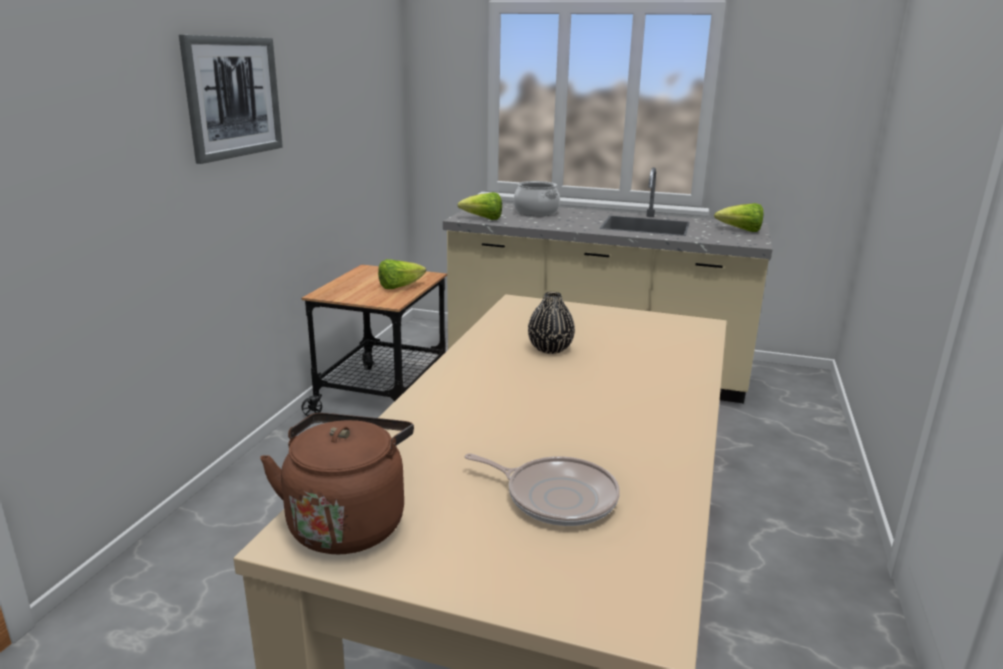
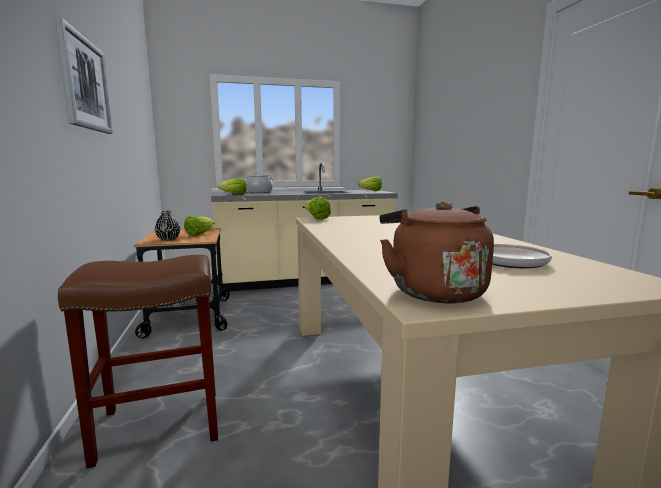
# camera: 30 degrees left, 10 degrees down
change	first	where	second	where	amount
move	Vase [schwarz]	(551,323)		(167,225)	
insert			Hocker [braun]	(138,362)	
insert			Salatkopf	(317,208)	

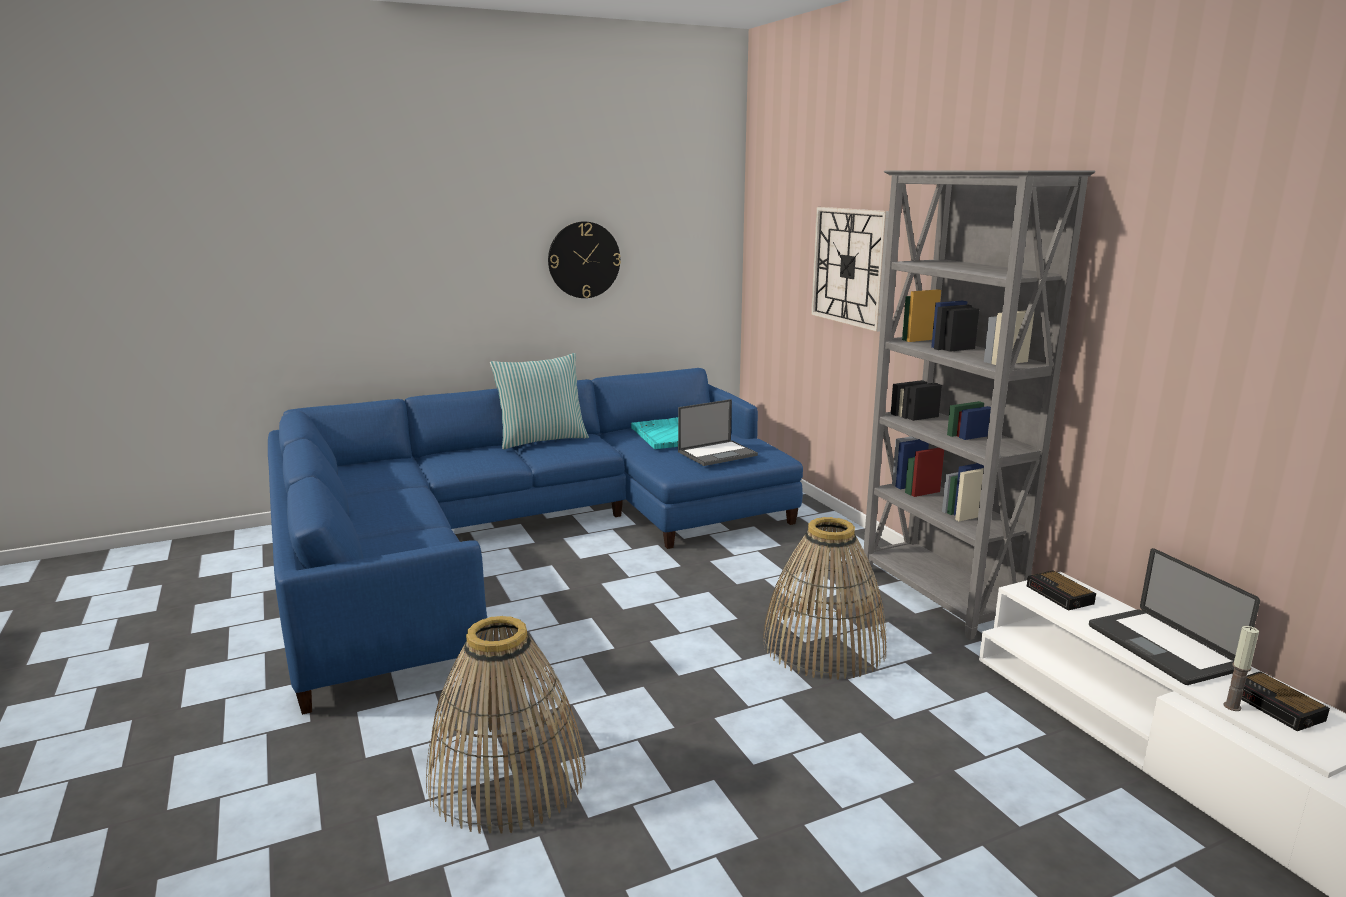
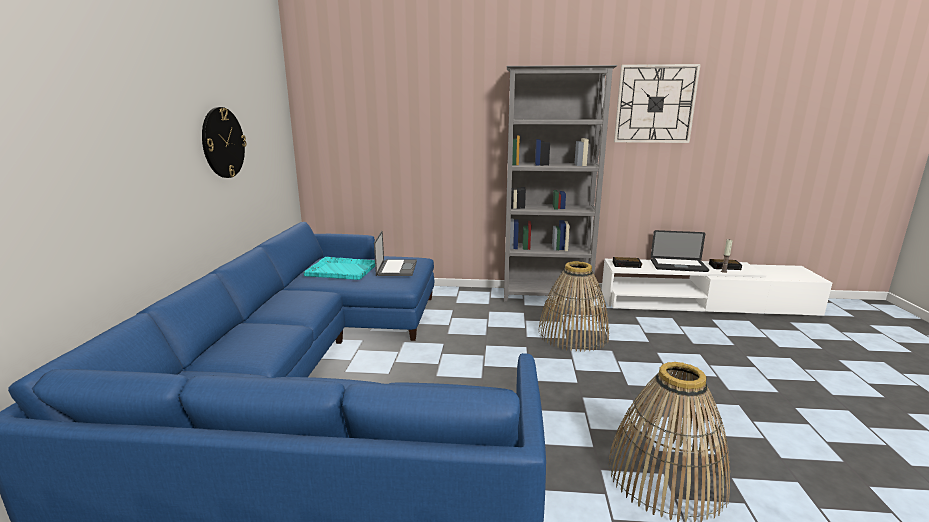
# camera: 60 degrees left, 0 degrees up
change	first	where	second	where	amount
delete	Kissen	(539,401)			
move	Wanduhr	(850,269)		(657,103)	

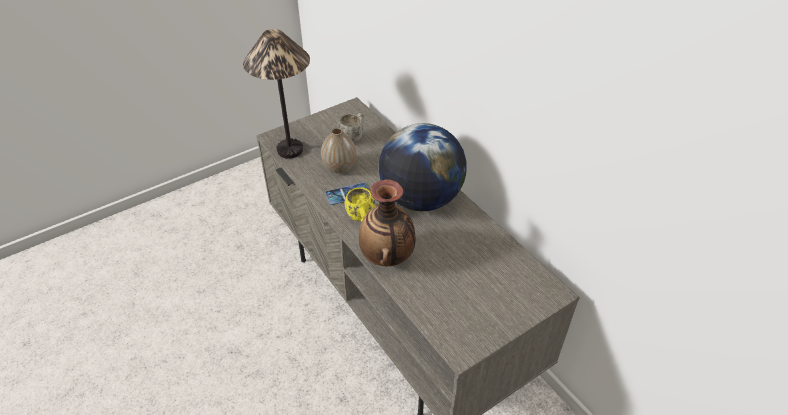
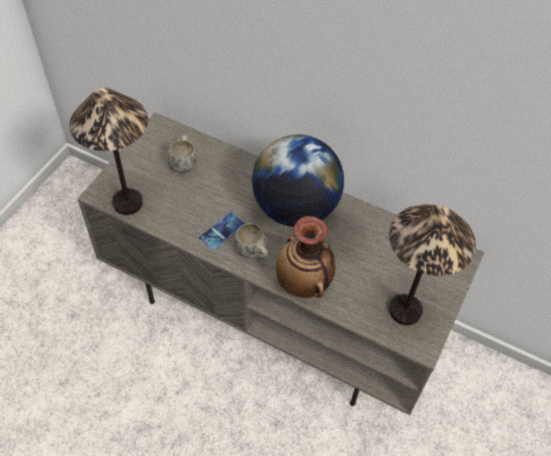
# camera: 30 degrees left, 10 degrees up
change	first	where	second	where	amount
delete	Vase	(339,150)			
recolor	Henkelbecher [gelb]	(360,204)	Henkelbecher [weiß]	(251,241)	
insert			Tischlampe	(432,265)	

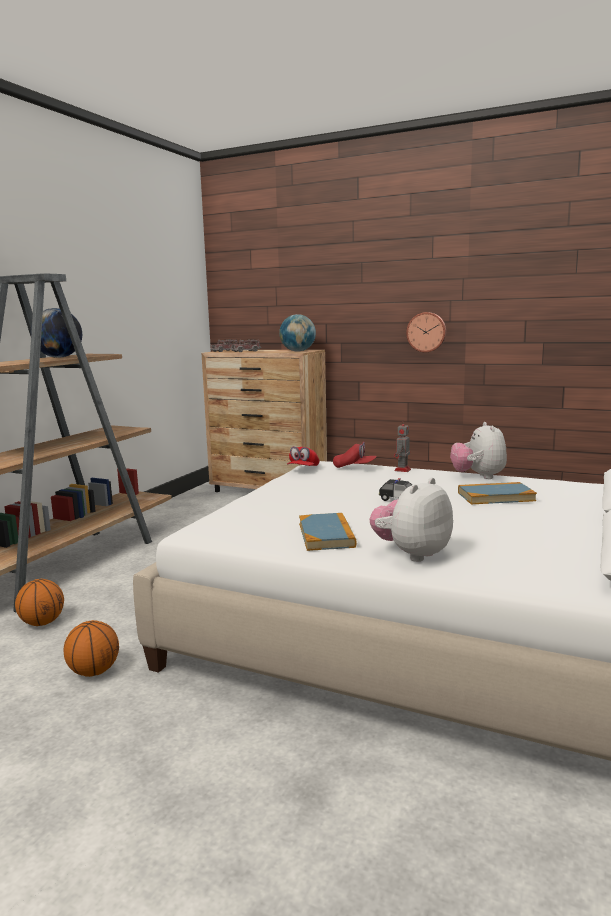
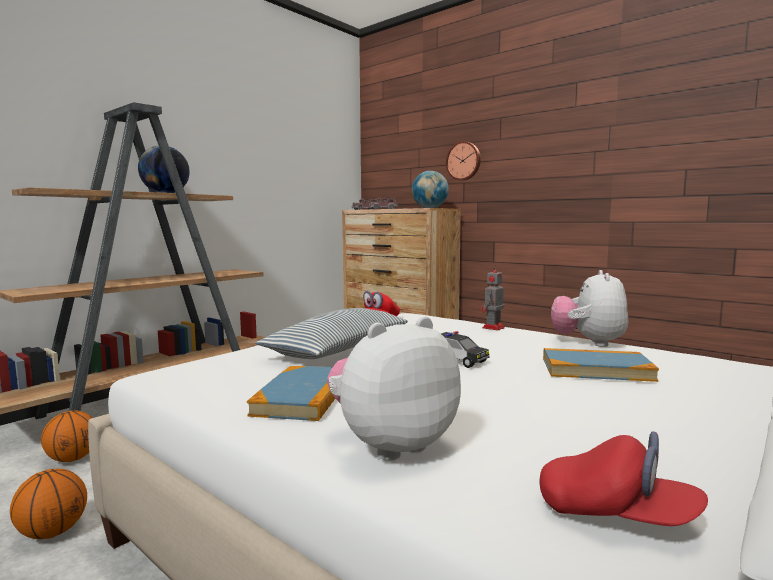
# camera: 15 degrees right, 5 degrees down
change	first	where	second	where	amount
move	Kappe [rot]	(355,455)		(624,478)	
move	Wanduhr	(426,332)		(463,161)	
insert			Kissen	(331,333)	

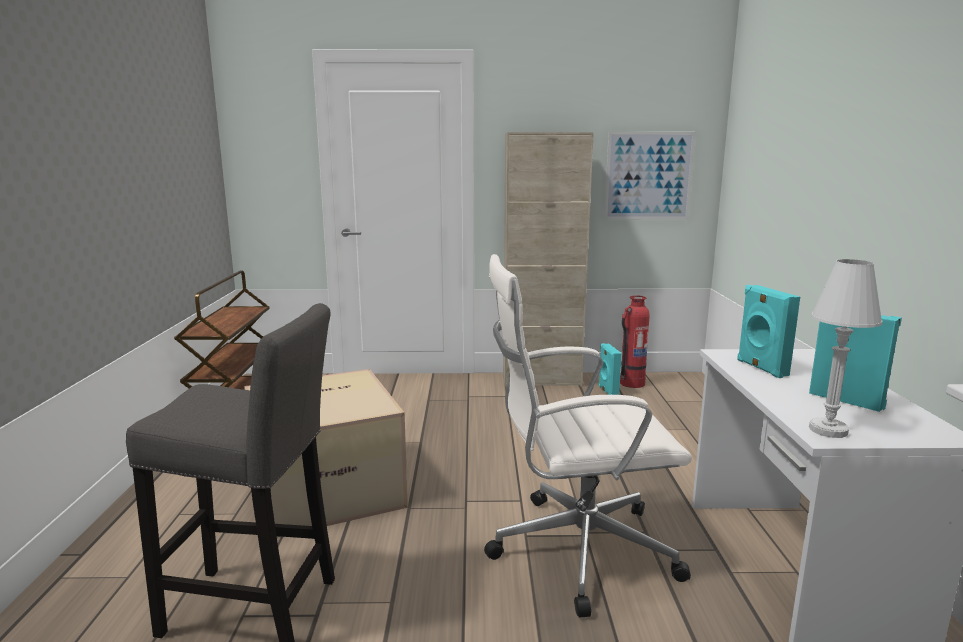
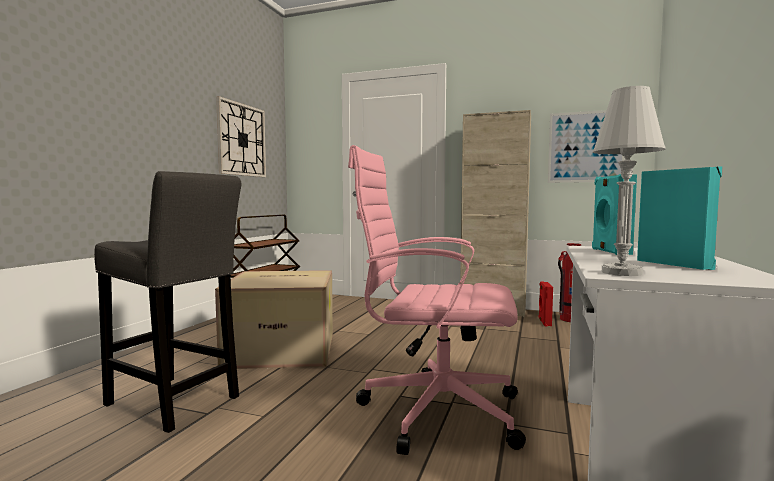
# camera: 20 degrees right, 10 degrees down
change	first	where	second	where	amount
recolor	Bürostuhl [weiß]	(588,436)	Bürostuhl [rosa]	(437,300)	
recolor	Lautsprecher [türkis]	(610,369)	Lautsprecher [rot]	(545,303)	
insert			Wanduhr	(241,136)	

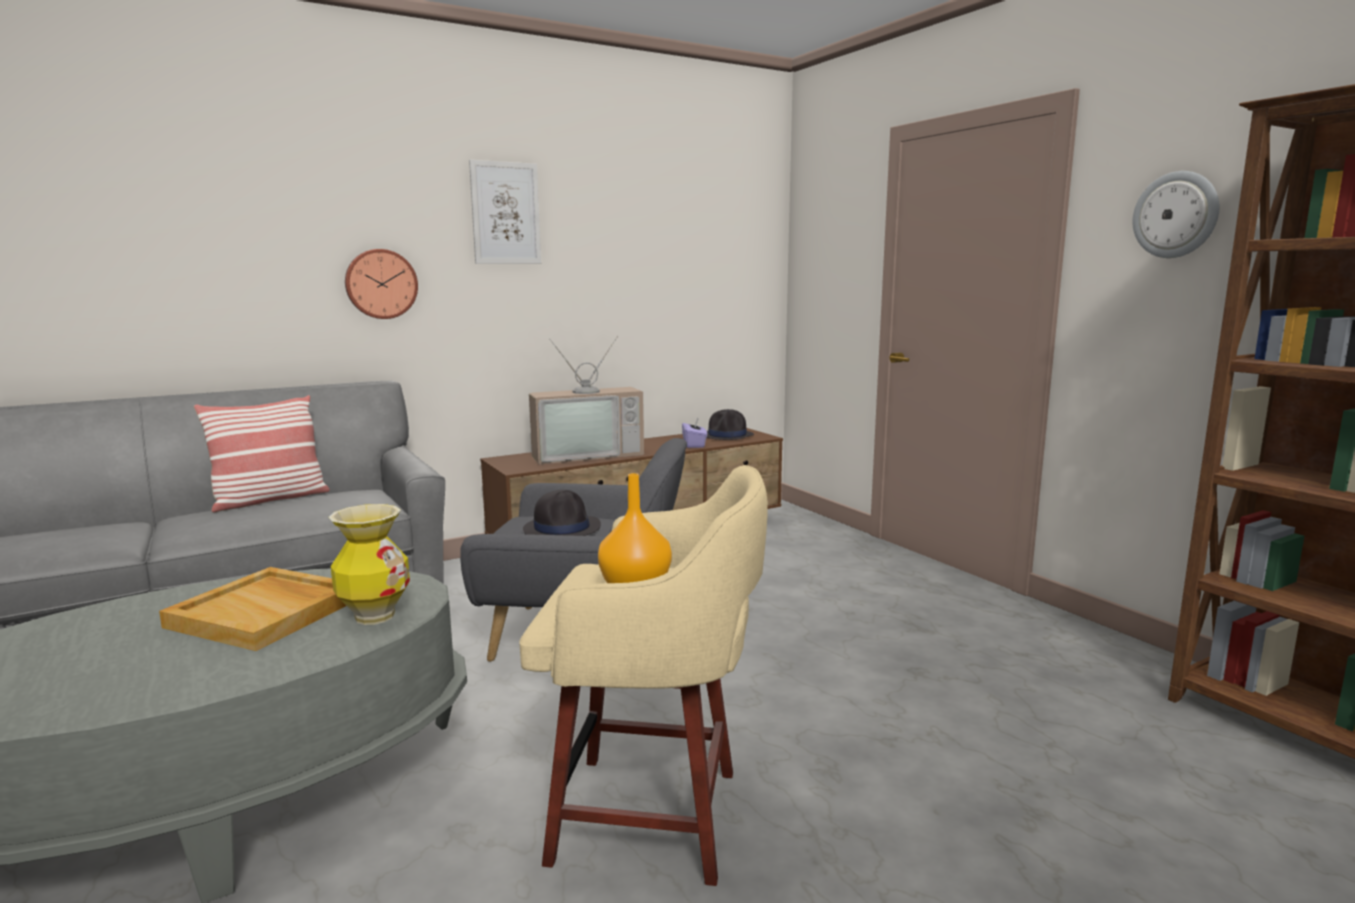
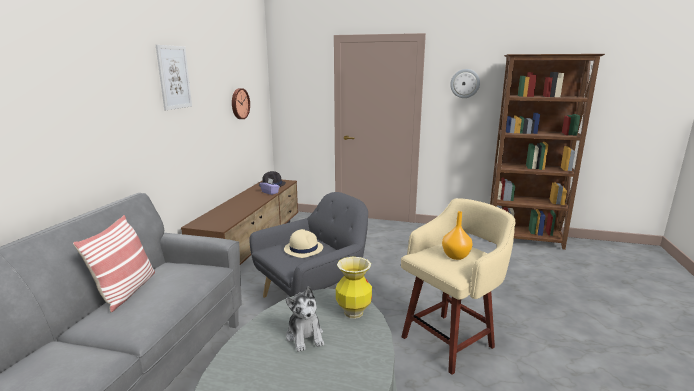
# camera: 45 degrees left, 5 degrees up
change	first	where	second	where	amount
replace	Tablett [beige]	(252,609)	Plüschtier	(305,319)	
move	Wanduhr	(381,284)		(241,103)	
recolor	Hut [schwarz]	(562,513)	Hut [beige]	(303,243)	
delete	Fernseher	(586,400)			

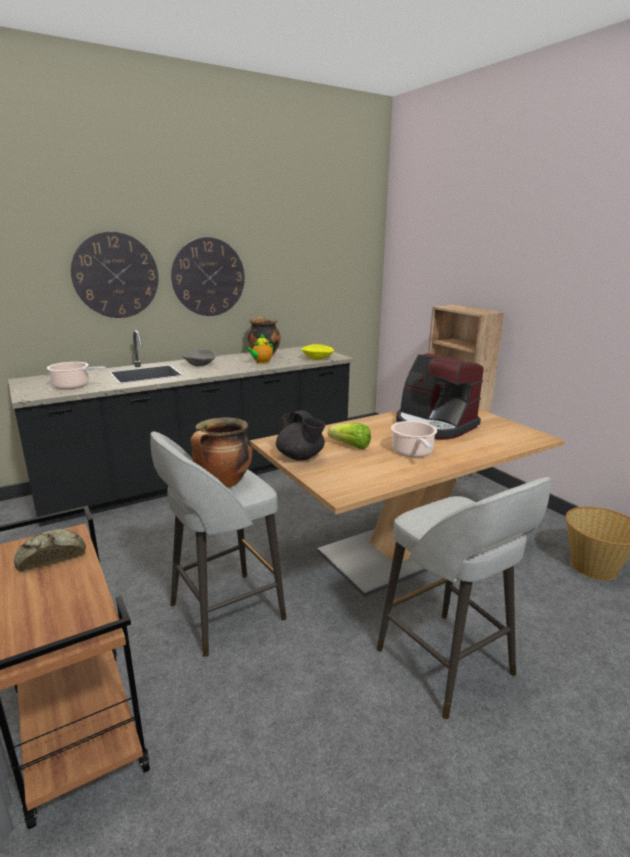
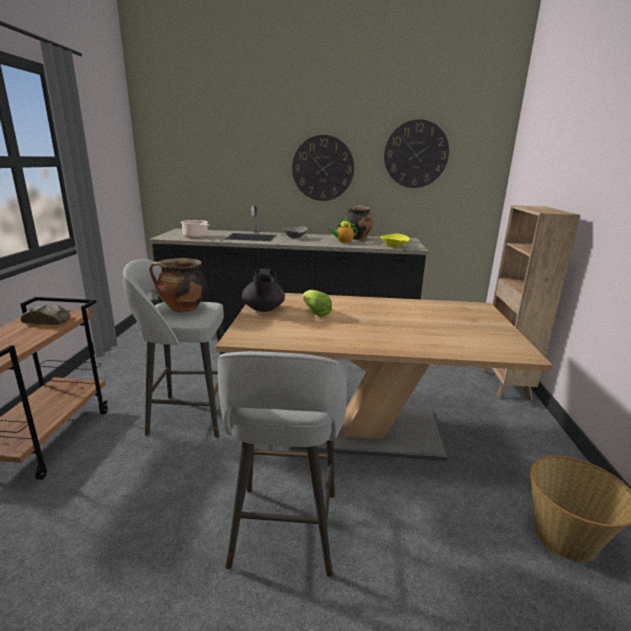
# camera: 35 degrees right, 0 degrees up
change	first	where	second	where	amount
move	Wanduhr	(114,275)		(416,153)	
delete	Kochtopf	(414,439)			
delete	Kaffeemaschine	(440,396)			

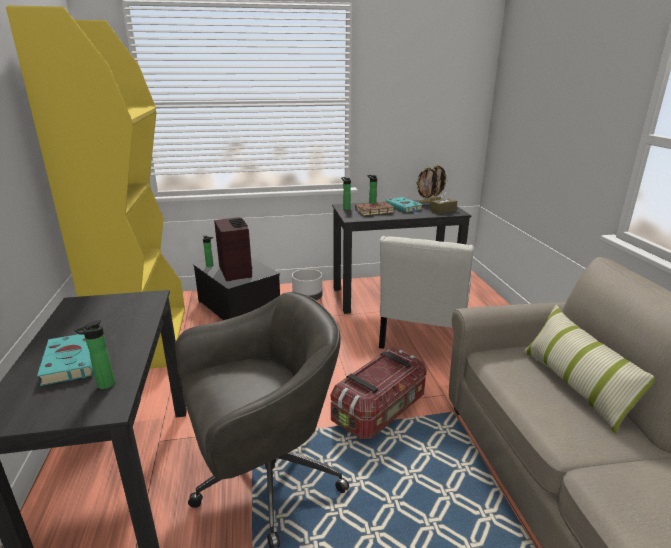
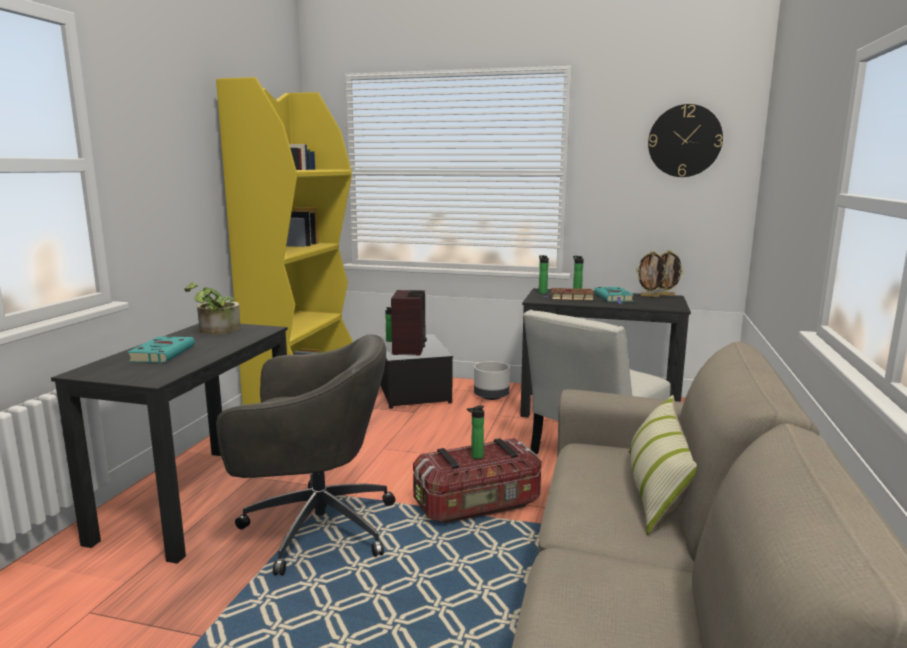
# camera: 25 degrees right, 10 degrees down
change	first	where	second	where	amount
move	Flasche	(94,354)		(475,432)	
delete	Taschentuchbox [braun]	(444,202)			
insert			Topfpflanze	(212,308)	
insert			Wanduhr	(685,140)	

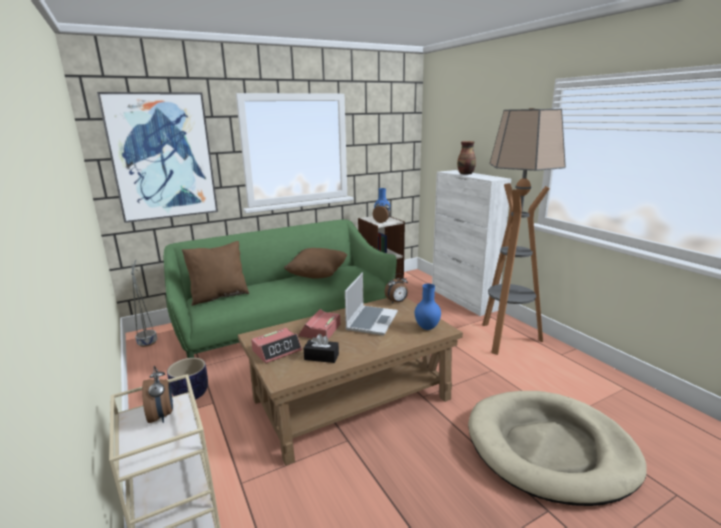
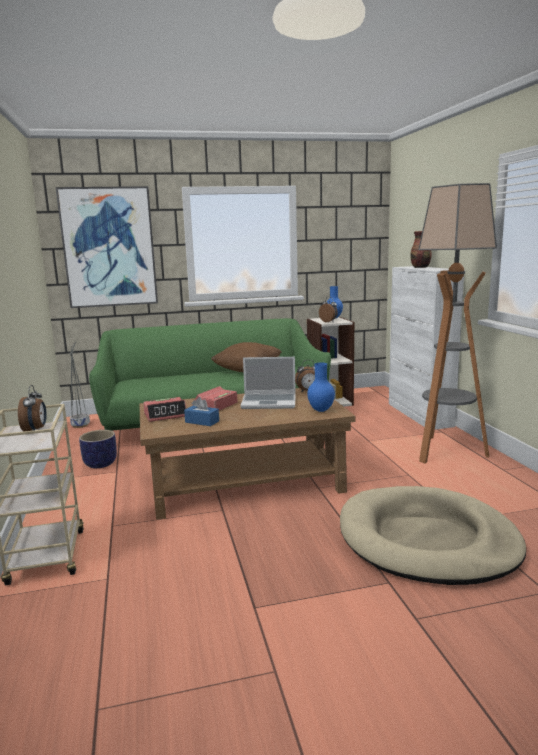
# camera: 15 degrees right, 5 degrees down
change	first	where	second	where	amount
delete	Kissen [braun]	(215,273)			
recolor	Taschentuchbox [schwarz]	(321,348)	Taschentuchbox [blau]	(201,411)	
rotate	Laptop	(371,303)		(268,383)	60 degrees clockwise

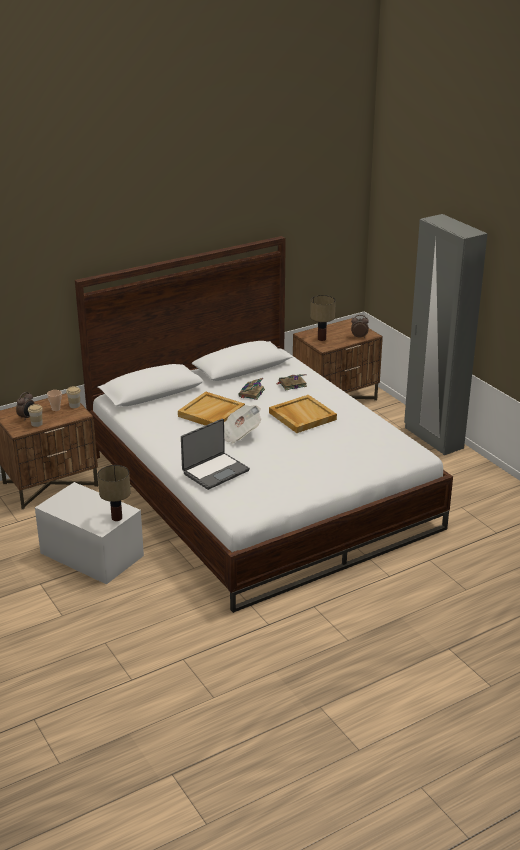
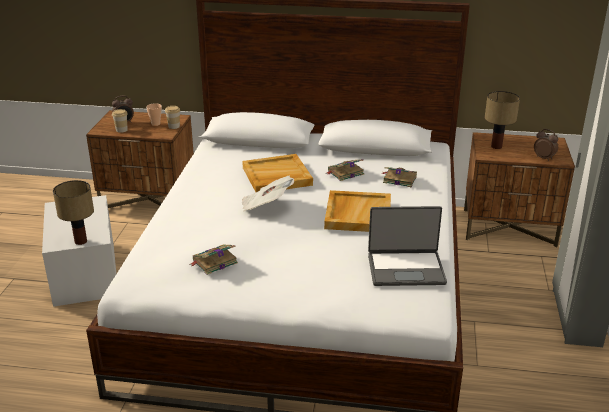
# camera: 40 degrees right, 0 degrees up
change	first	where	second	where	amount
move	Laptop	(215,454)		(407,246)	
insert			Buch	(214,259)	

